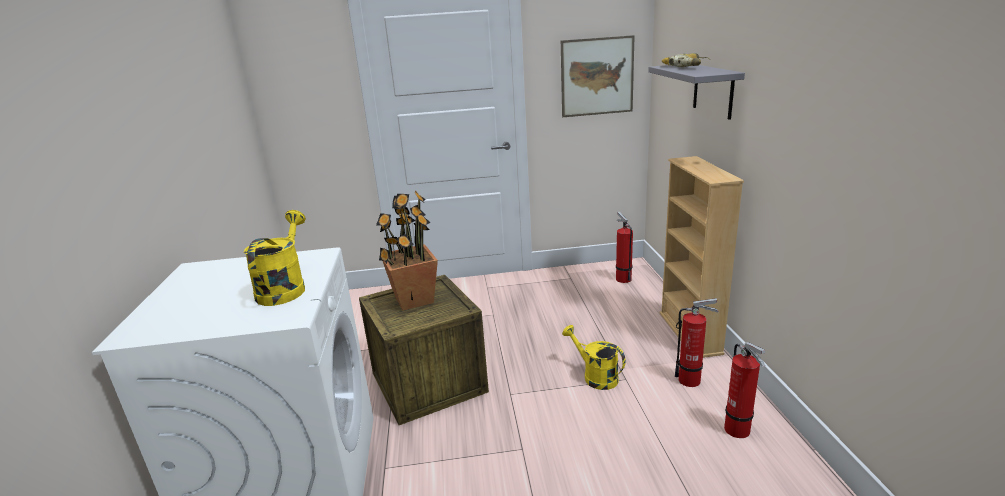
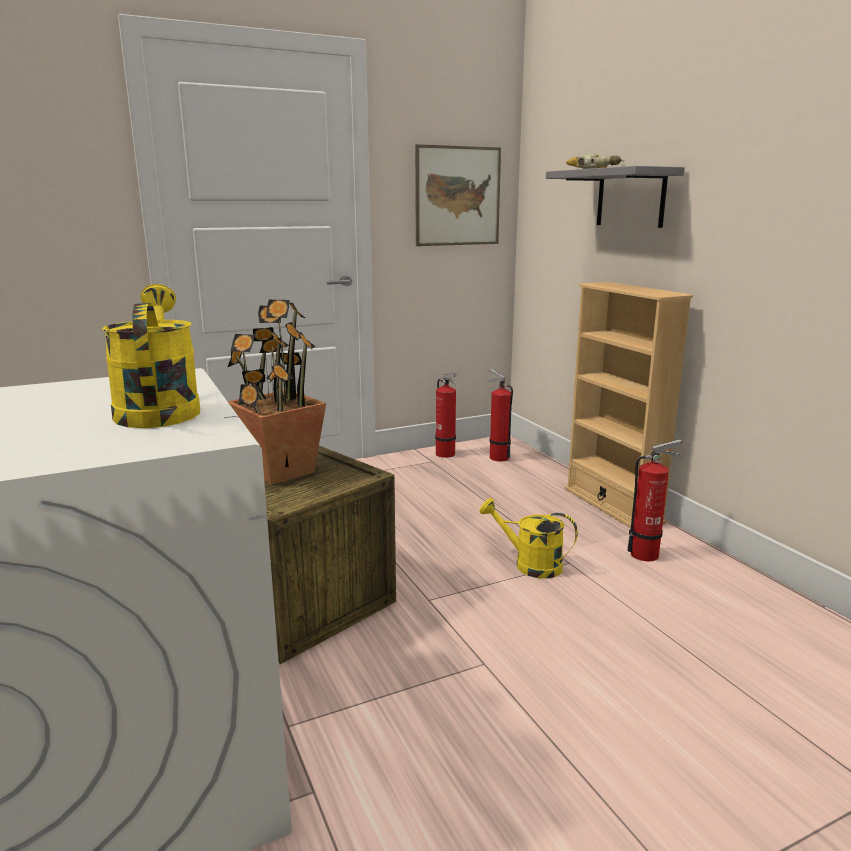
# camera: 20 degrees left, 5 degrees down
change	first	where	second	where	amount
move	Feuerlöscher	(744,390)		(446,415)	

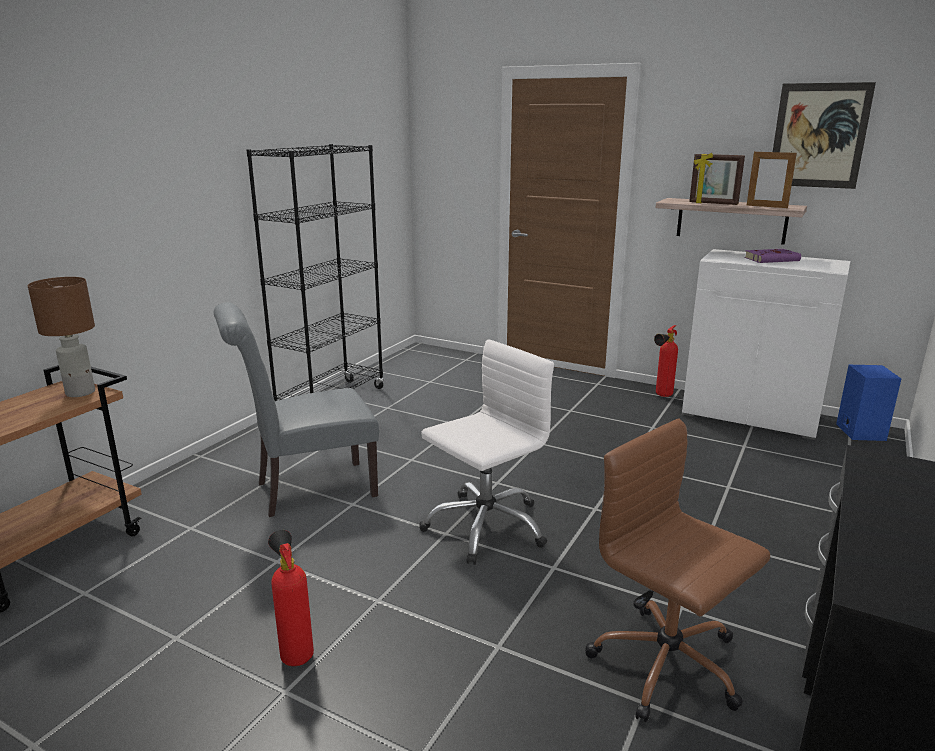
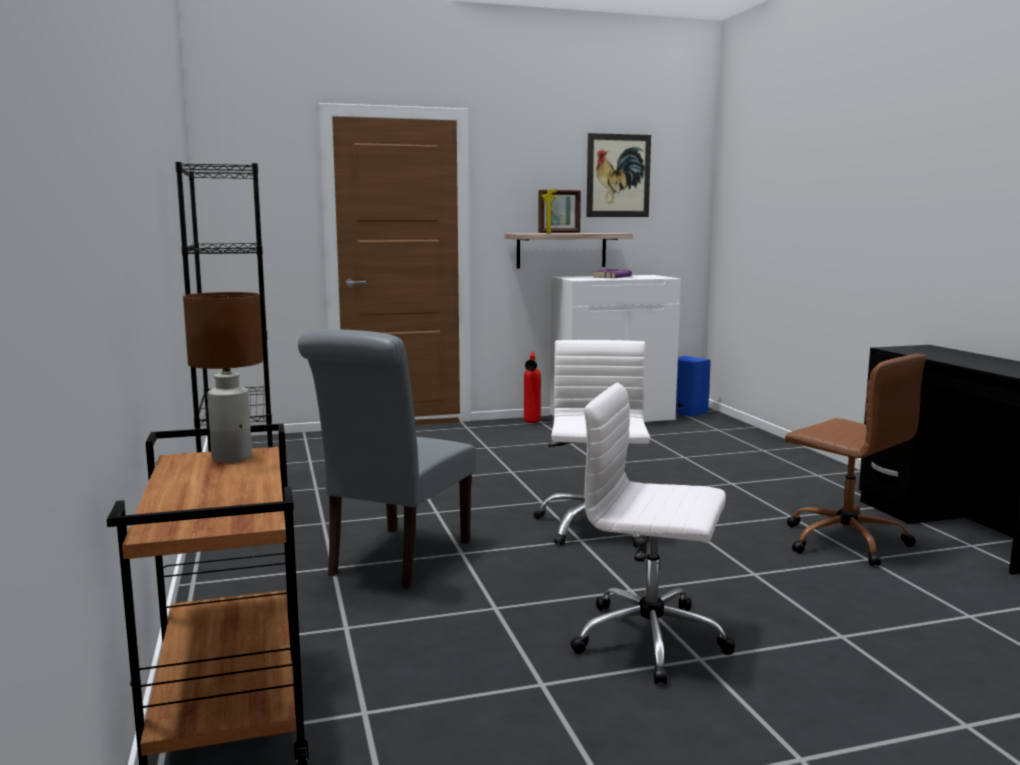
# camera: 45 degrees left, 10 degrees down
change	first	where	second	where	amount
replace	Feuerlöscher	(291,598)	Bürostuhl [weiß]	(653,533)	
rotate	Bürostuhl [braun]	(677,570)		(855,460)	135 degrees counterclockwise
delete	Bilderrahmen	(772,179)			

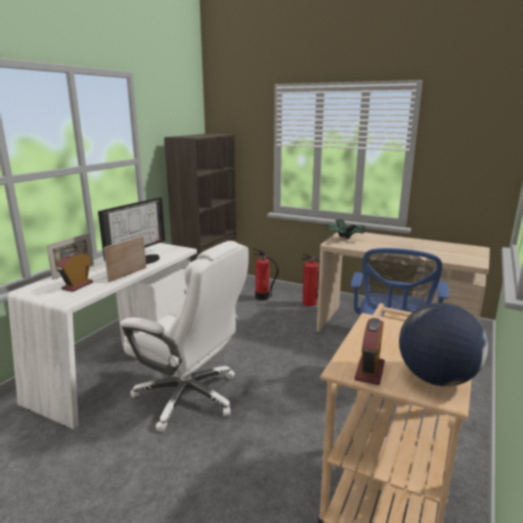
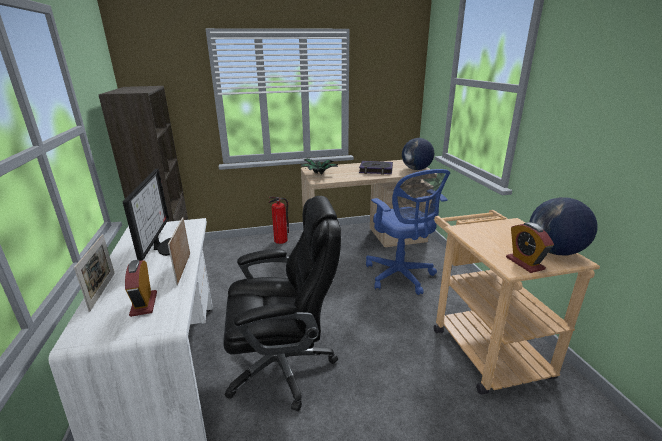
# camera: 40 degrees left, 5 degrees up
change	first	where	second	where	amount
recolor	Bürostuhl [weiß]	(184,336)	Bürostuhl [schwarz]	(282,304)	
delete	Feuerlöscher	(266,274)			
insert			Buch	(376,168)	
insert			Globus	(418,154)	

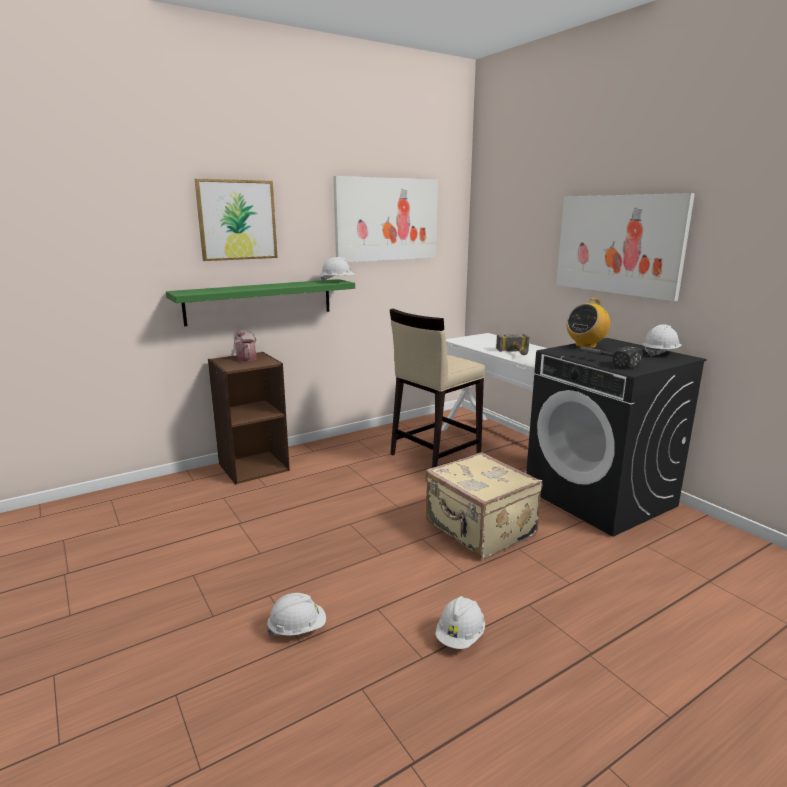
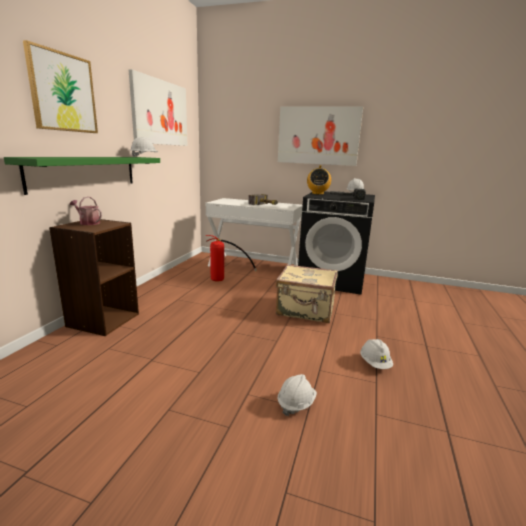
# camera: 40 degrees left, 0 degrees up
change	first	where	second	where	amount
replace	Hocker [beige]	(437,388)	Feuerlöscher	(231,258)	

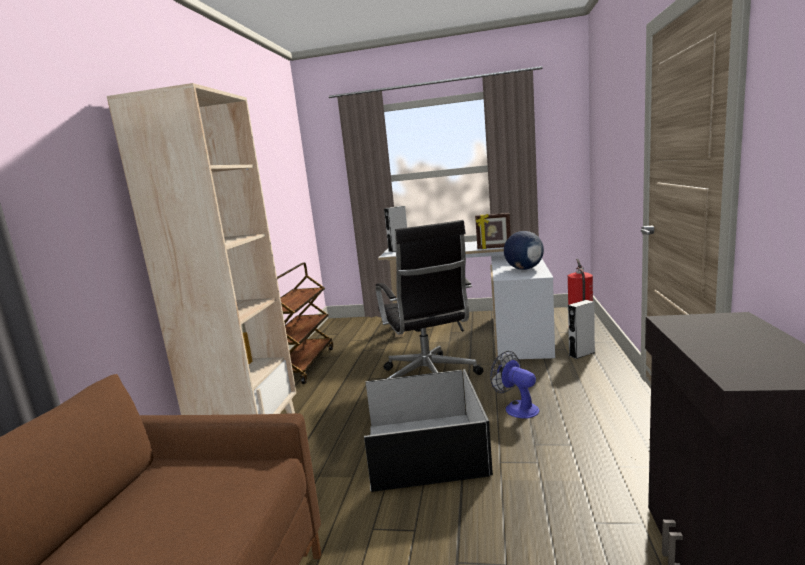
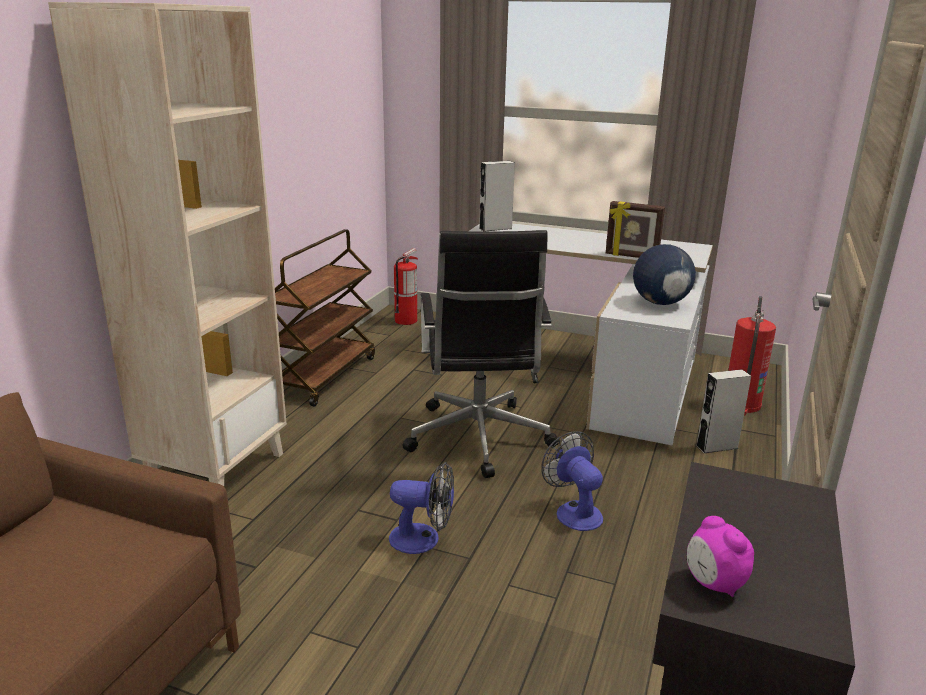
# camera: 10 degrees right, 10 degrees up
change	first	where	second	where	amount
replace	Aufbewahrungsbox [schwarz]	(428,430)	Ventilator	(421,508)	
insert			Feuerlöscher	(406,286)	
insert			Wecker	(720,556)	

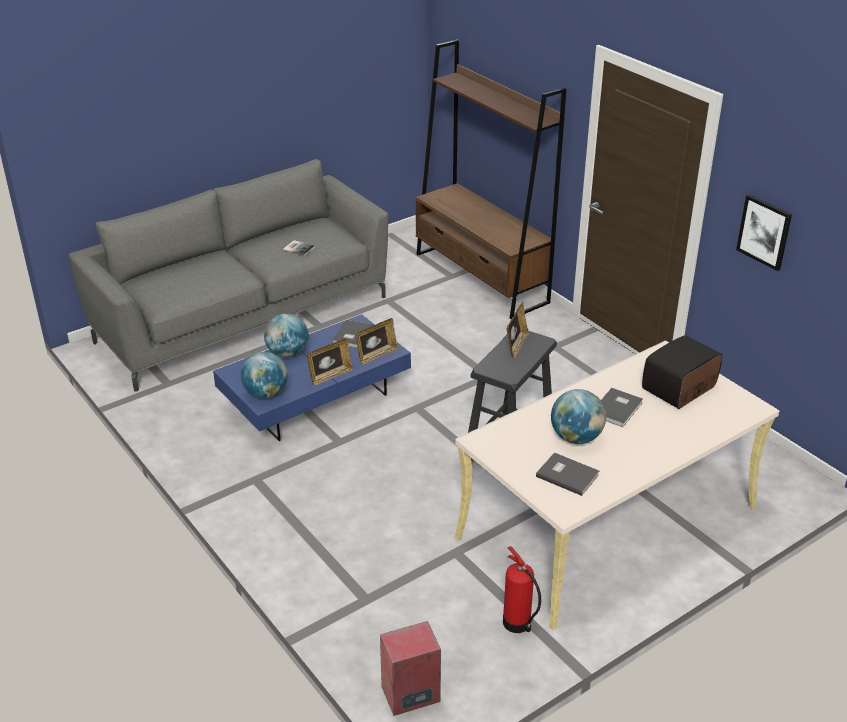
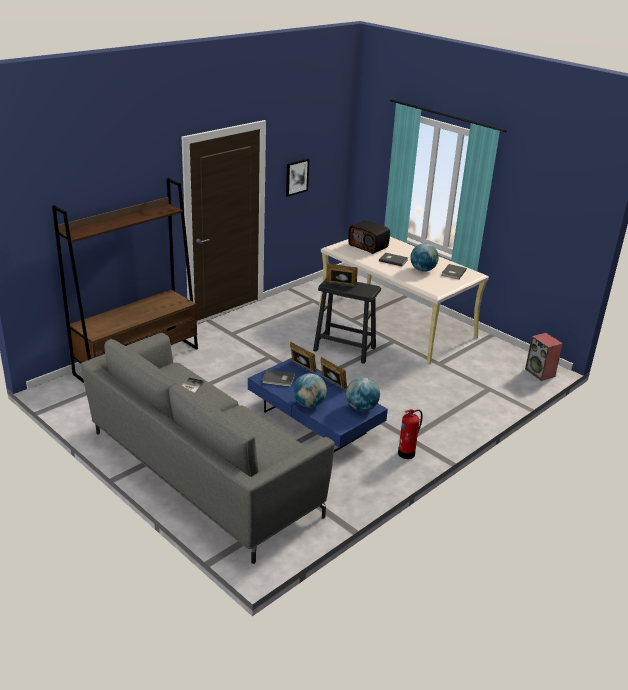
# camera: 100 degrees left, 5 degrees down
change	first	where	second	where	amount
move	Feuerlöscher	(522,589)		(410,434)	

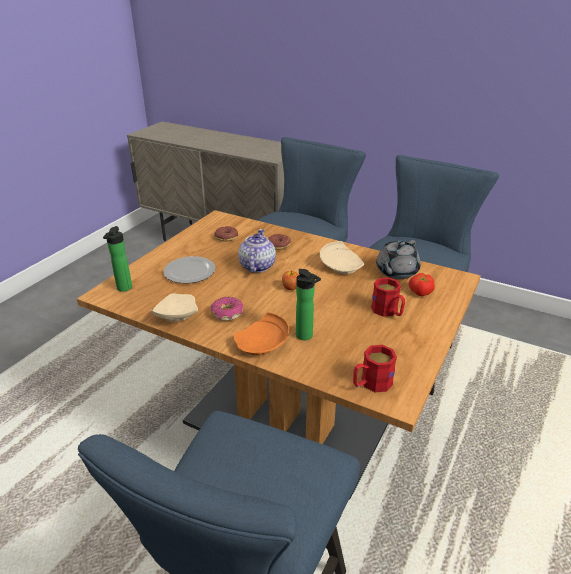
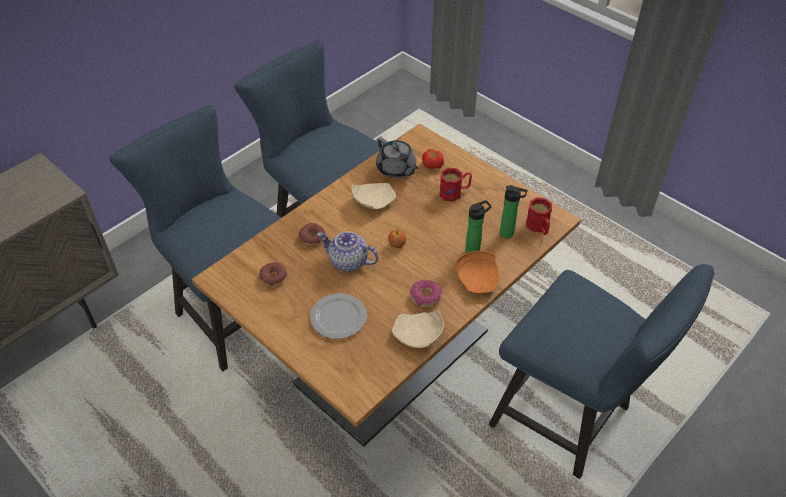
# camera: 75 degrees left, 15 degrees up
change	first	where	second	where	amount
move	Flasche	(117,259)		(514,212)	

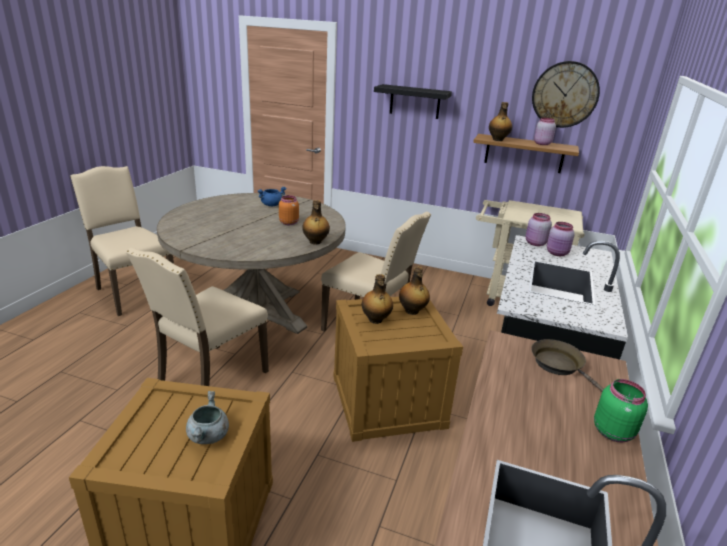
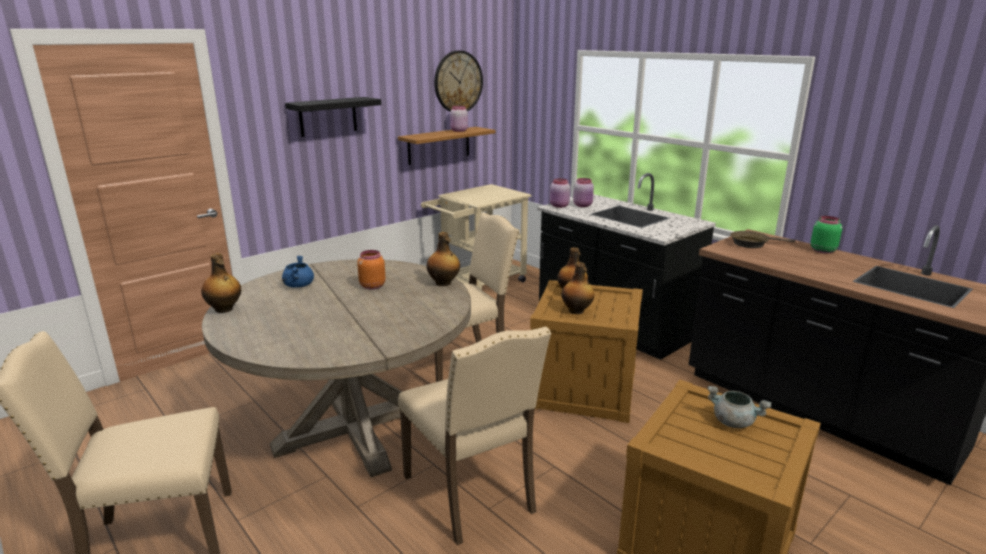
# camera: 60 degrees left, 5 degrees down
change	first	where	second	where	amount
move	Flasche	(500,121)		(221,283)	

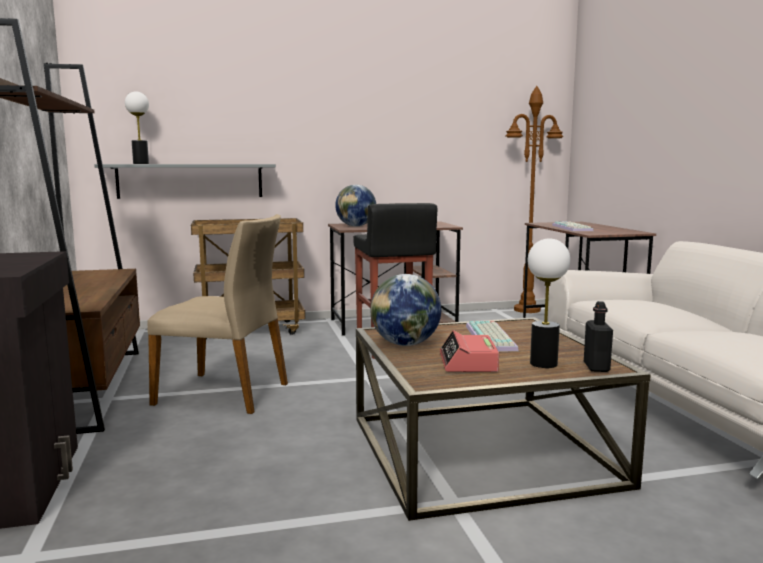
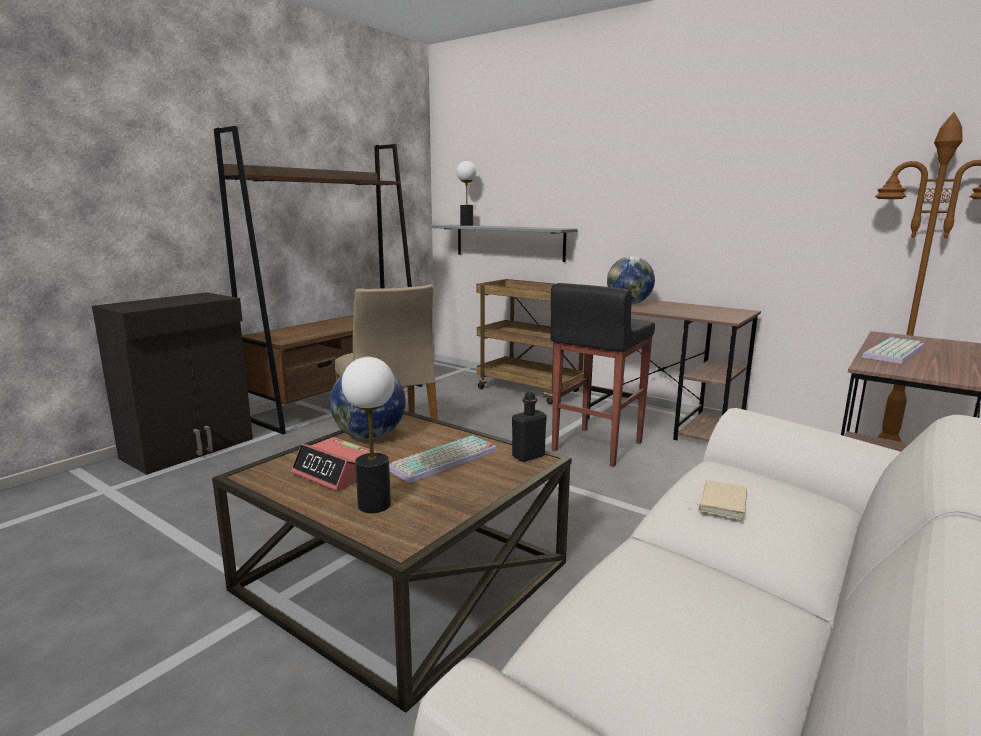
# camera: 50 degrees right, 5 degrees up
change	first	where	second	where	amount
rotate	Wecker	(469,351)		(334,464)	105 degrees counterclockwise
move	Flasche [schwarz]	(598,336)		(529,427)	
insert			Buch [beige]	(716,500)	

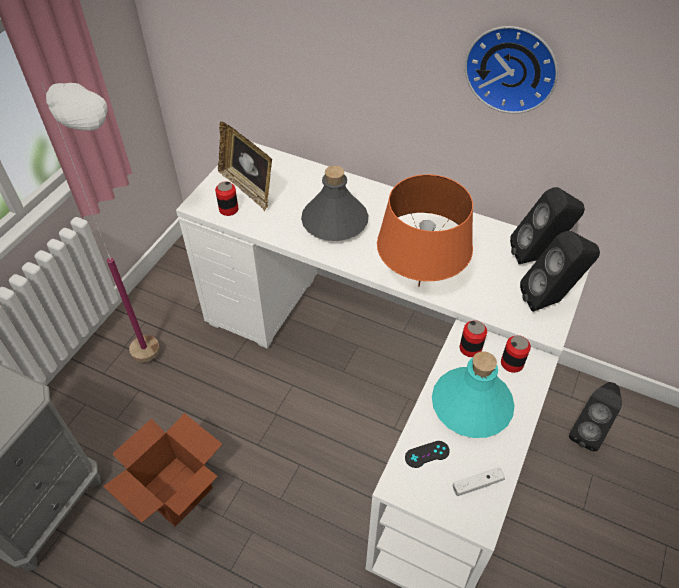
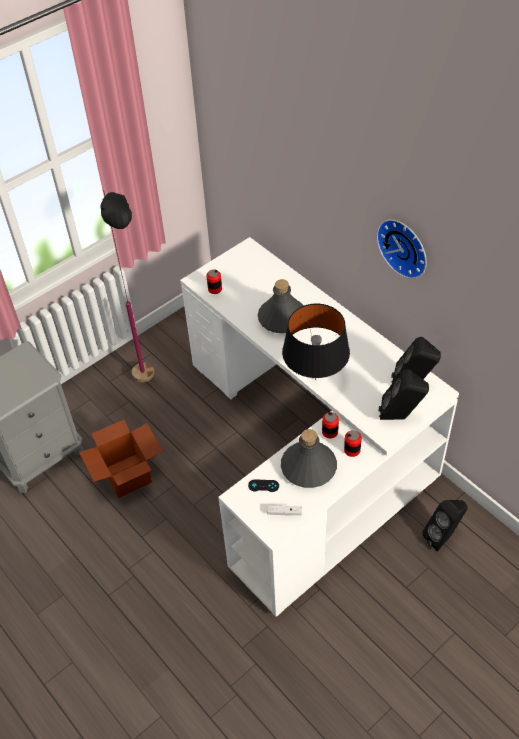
# camera: 25 degrees right, 0 degrees up
change	first	where	second	where	amount
recolor	Stehlampe [weiß]	(101,222)	Stehlampe [schwarz]	(127,286)	
delete	Bilderrahmen	(245,166)			
recolor	Tischlampe [orange]	(425,230)	Tischlampe [schwarz]	(316,342)	
recolor	Flasche [türkis]	(473,394)	Flasche [grau]	(309,458)	

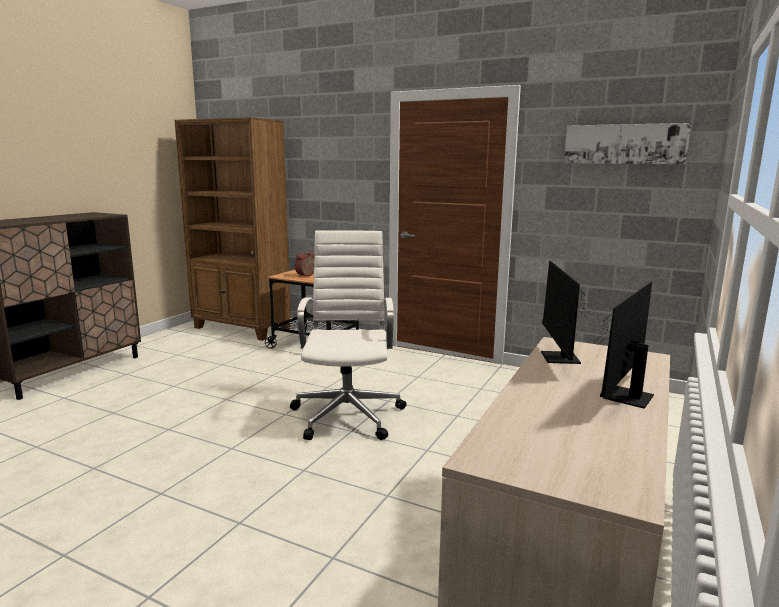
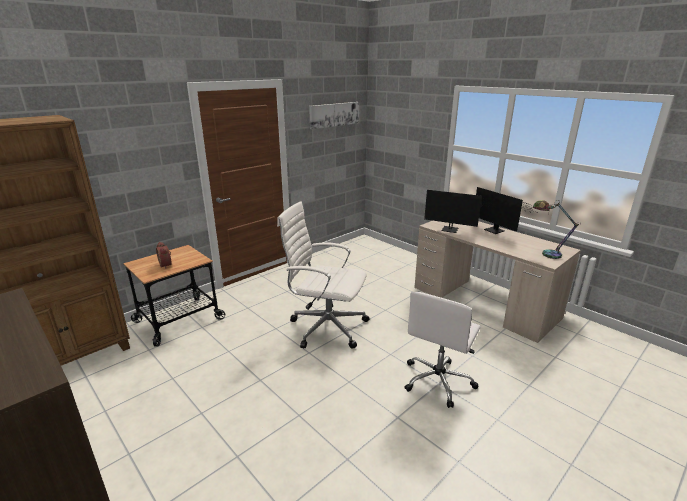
# camera: 70 degrees left, 10 degrees up
change	first	where	second	where	amount
insert			Bürostuhl [weiß]	(442,350)	
insert			Tischlampe	(557,229)	

